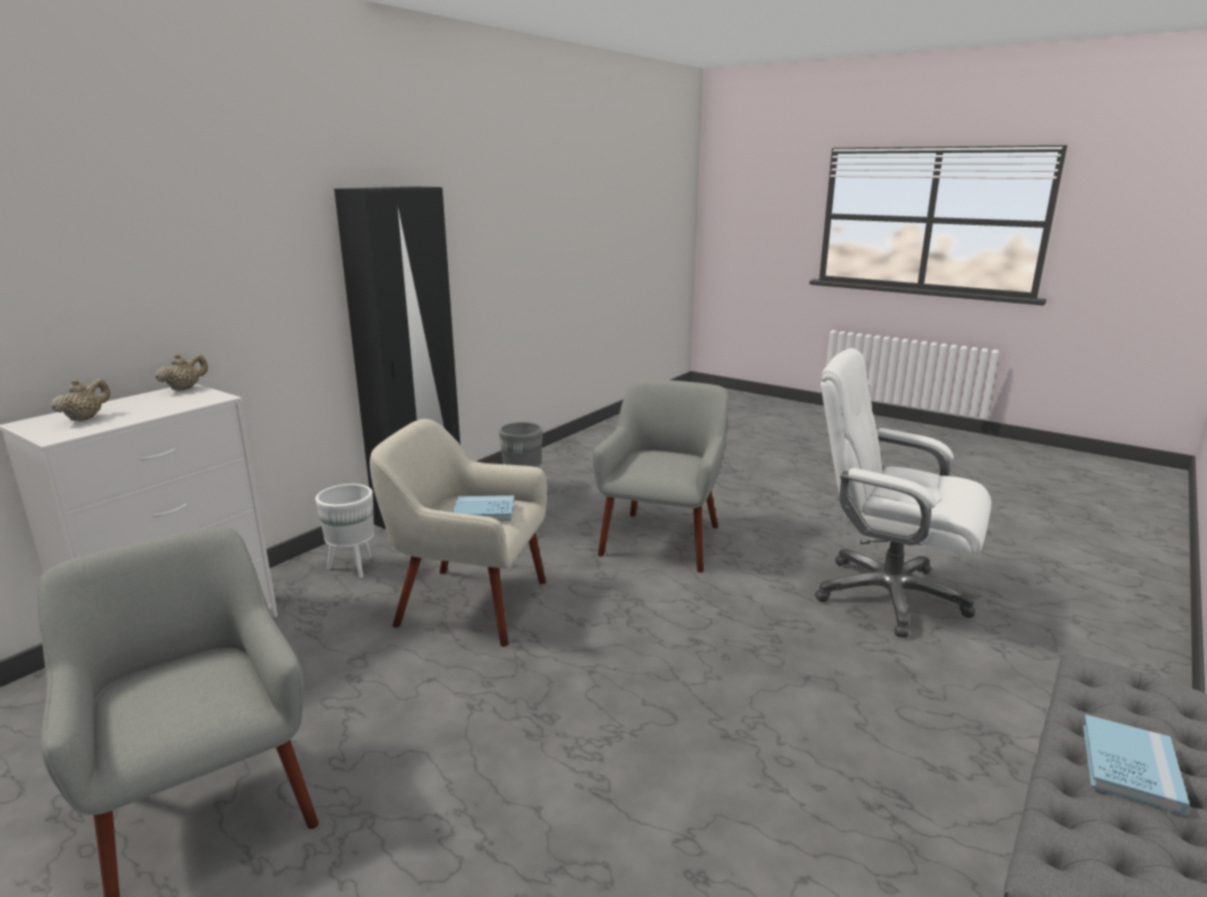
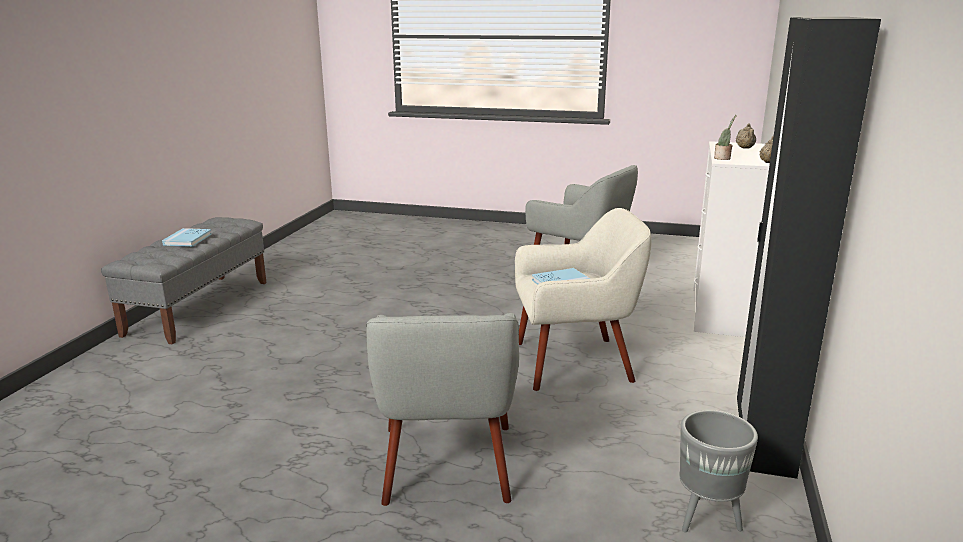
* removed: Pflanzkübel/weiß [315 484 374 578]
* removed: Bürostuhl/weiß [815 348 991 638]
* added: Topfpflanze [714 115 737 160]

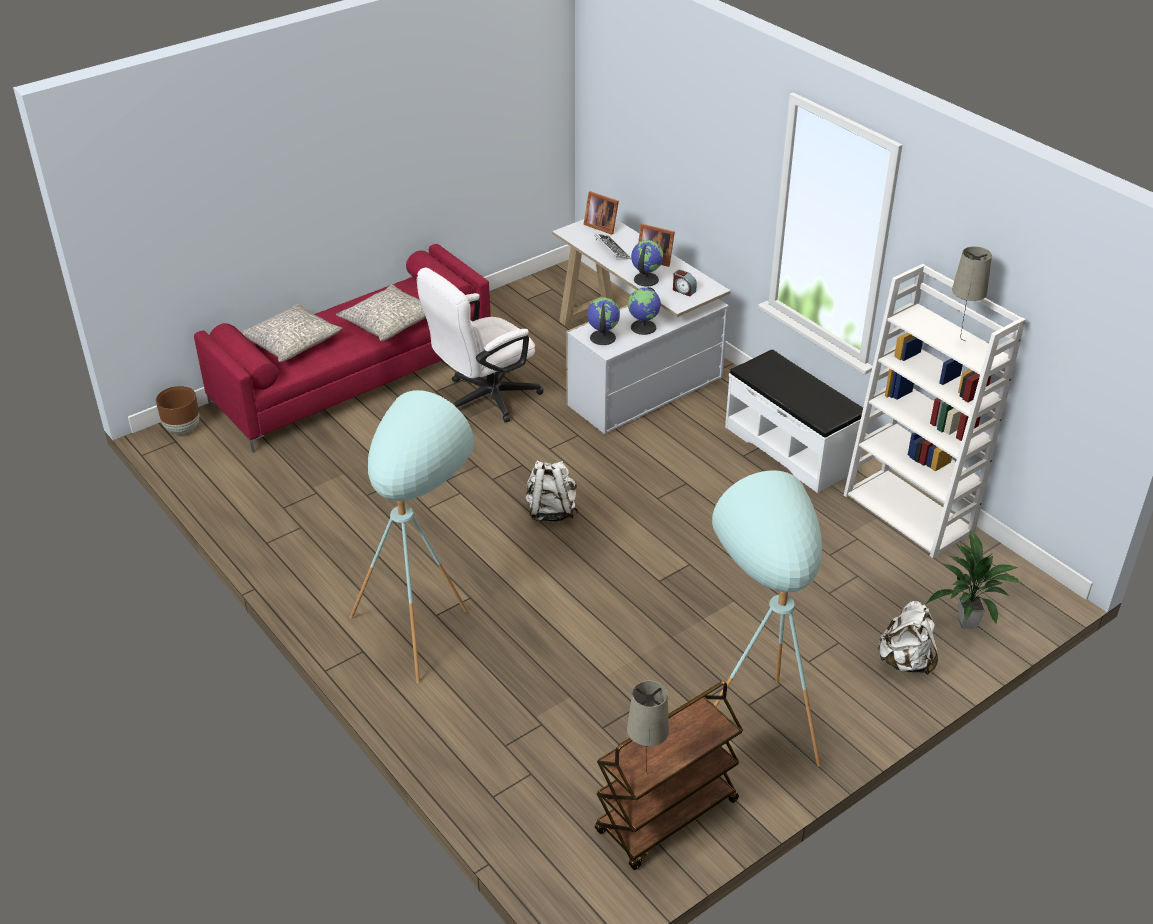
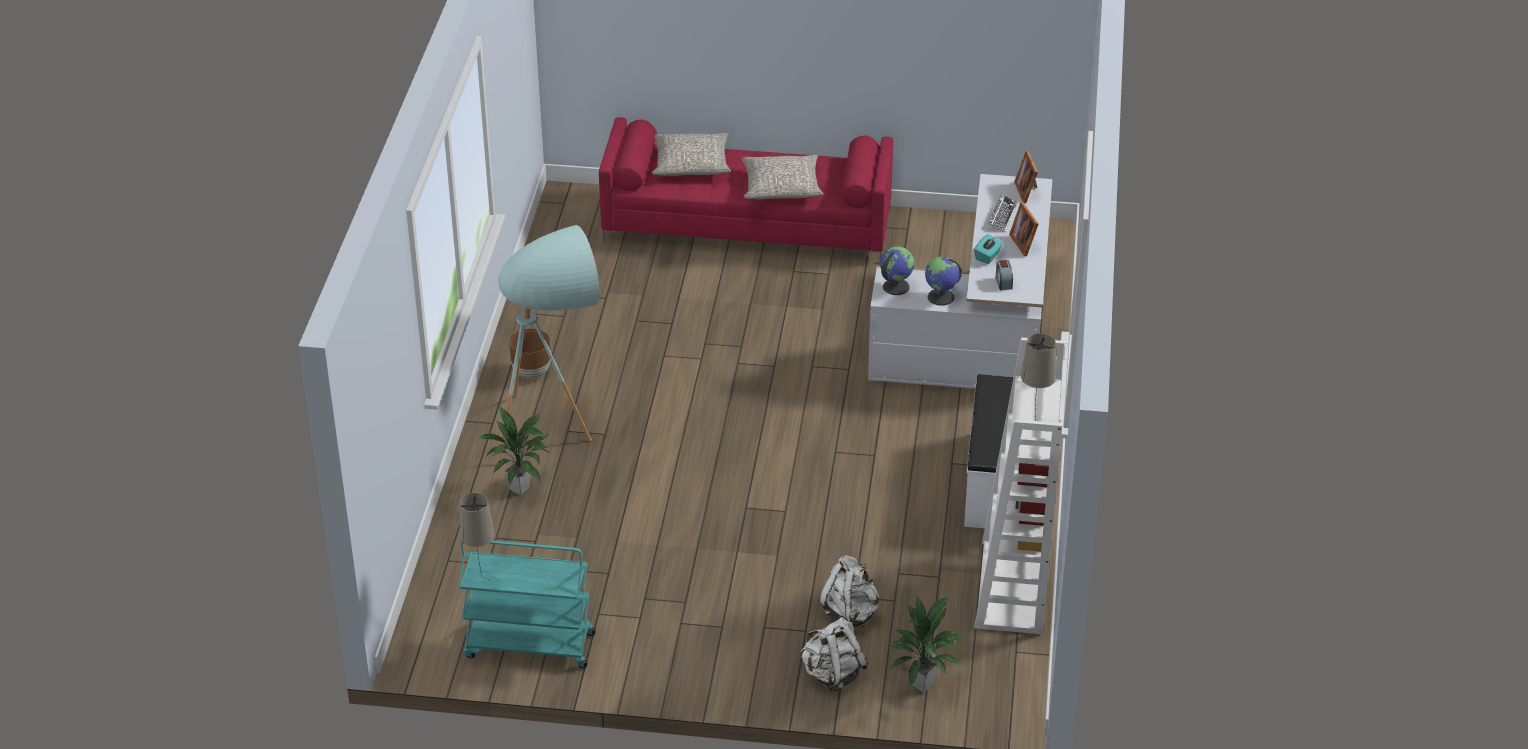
* moved: Pflanzkübel/braun [156 386 199 434] to [509 328 551 379]
* removed: Bürostuhl/weiß [417 268 543 422]
* moved: Rucksack/weiß [525 461 578 522] to [819 555 879 629]
* recoloured: Rollwagen/braun [595 681 743 870] to Rollwagen/türkis [459 541 596 668]
* replaced: Globus [631 240 663 287] to Taschentuchbox/türkis [974 234 1003 264]
* removed: Stehlampe/türkis [712 471 822 767]
* added: Topfpflanze [476 405 550 495]

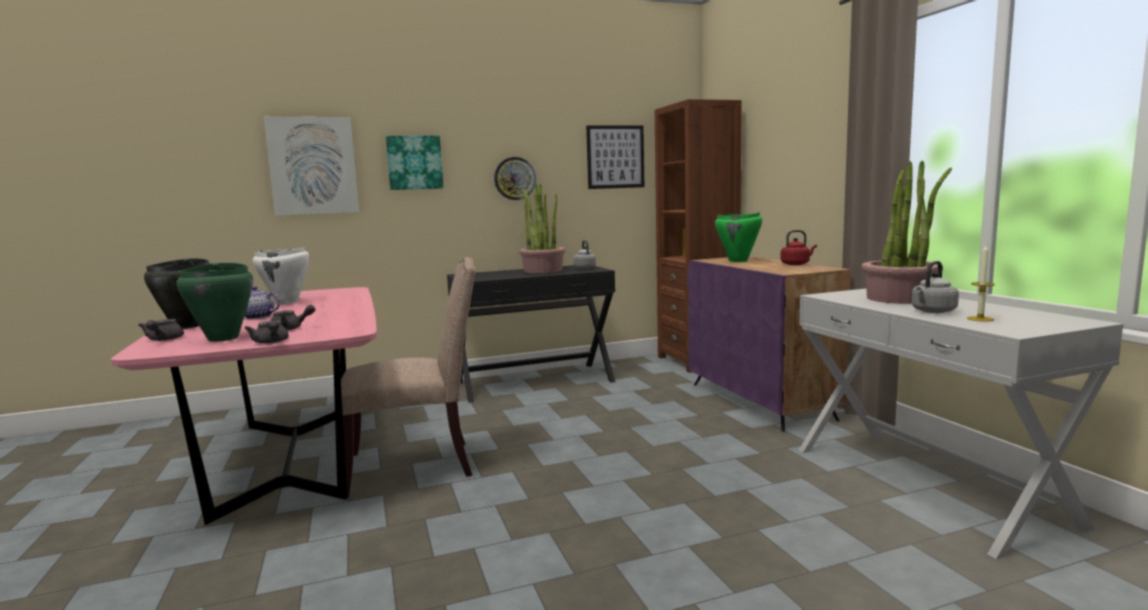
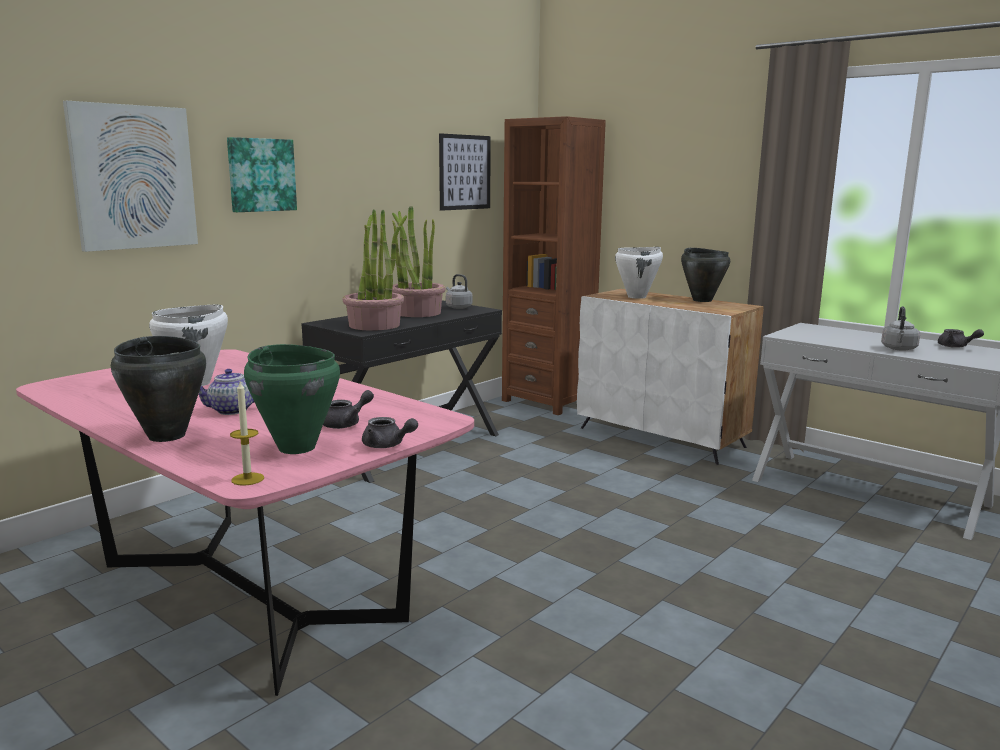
* moved: Teekanne/grau [138 319 184 341] to [938 329 984 348]
* removed: Stuhl/beige [341 257 476 498]
* removed: Wanduhr [494 157 536 200]
* recoloured: Schrank/lila [688 256 851 432] to Schrank/weiß [577 289 764 465]
* recoloured: Kochtopf/grün [715 212 762 262] to Kochtopf/weiß [615 247 663 299]
* replaced: Wasserkessel/rot [781 230 817 265] to Kochtopf/schwarz [681 248 730 302]
* moved: Topfpflanze [862 161 952 304] to [343 210 407 331]
* moved: Kerze [967 245 995 322] to [230 382 264 485]

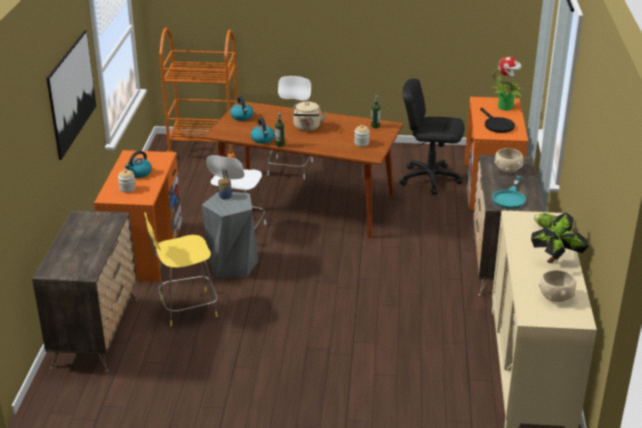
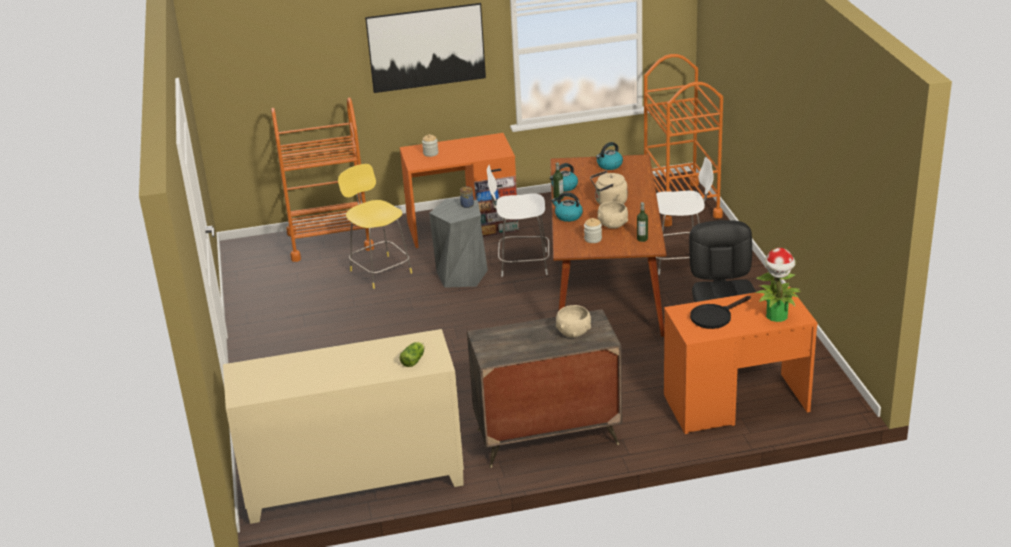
* replaced: Kommode [32 210 137 372] to Rollwagen/orange [271 97 374 262]
* moved: Wasserkessel [125 151 152 178] to [551 192 583 222]
* removed: Pfanne/türkis [492 176 526 209]
* removed: Topfpflanze [531 212 589 263]
* moved: Schüssel/beige [539 270 576 302] to [598 201 628 229]

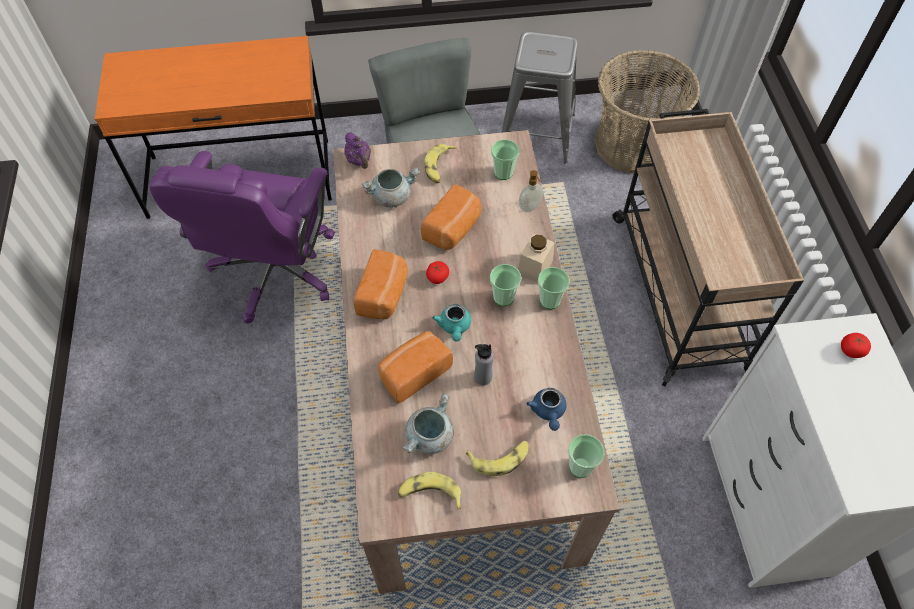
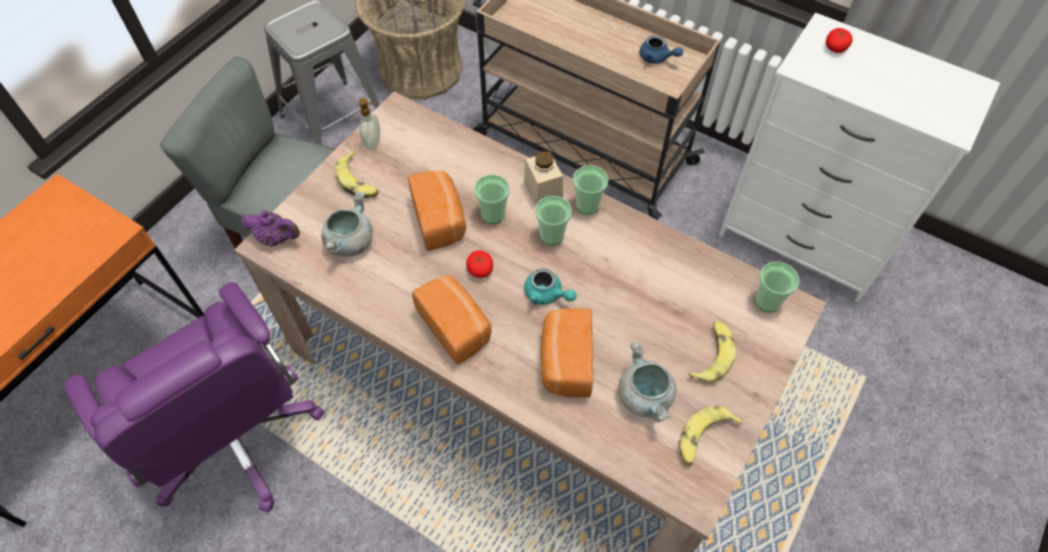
* removed: Flasche/grau [474 344 494 385]
* moved: Tasse [491 140 519 180] to [474 174 510 224]
* moved: Seifenspender [519 170 543 212] to [359 98 380 150]
* moved: Teekanne/blau [526 388 566 431] to [639 35 683 64]

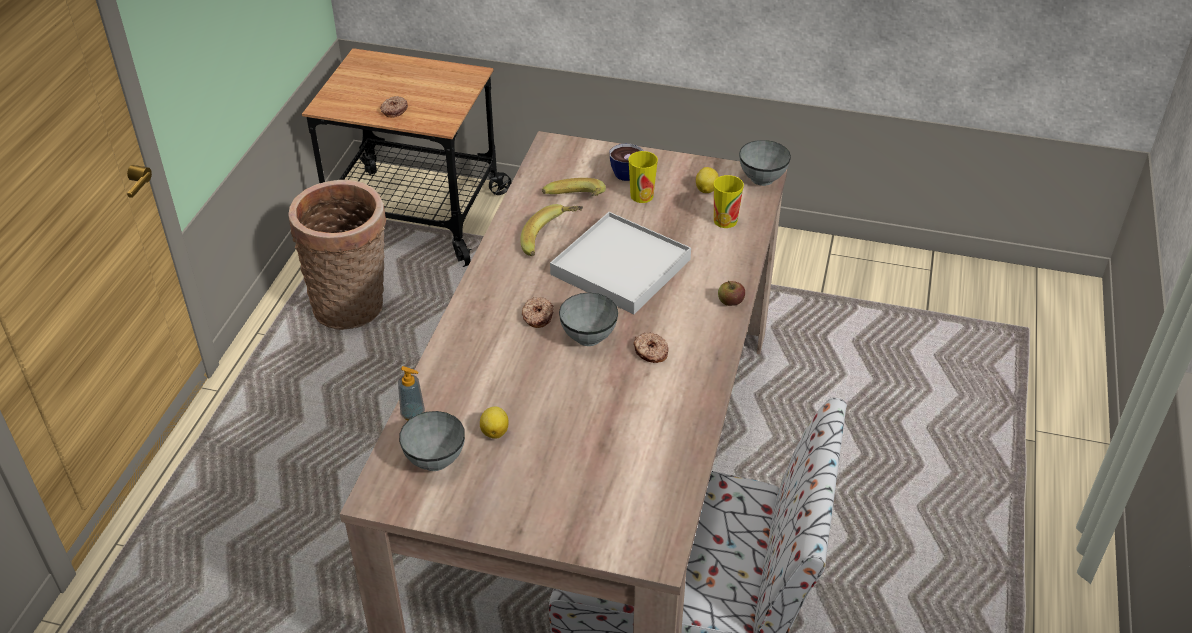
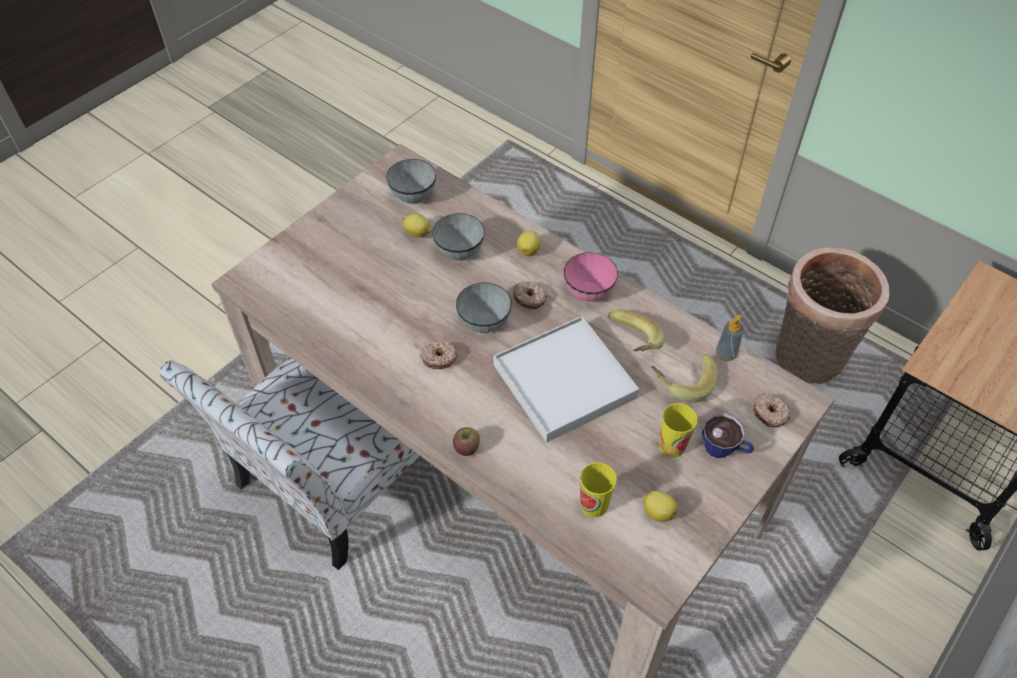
* moved: Donut [380 96 408 117] to [753 393 791 427]
* moved: Seifenspender [398 366 425 421] to [716 315 744 361]
* moved: Schüssel/grau [739 140 791 186] to [432 213 485 261]
* added: Zitrone [517 230 541 256]
* added: Schüssel/rosa [564 252 618 302]

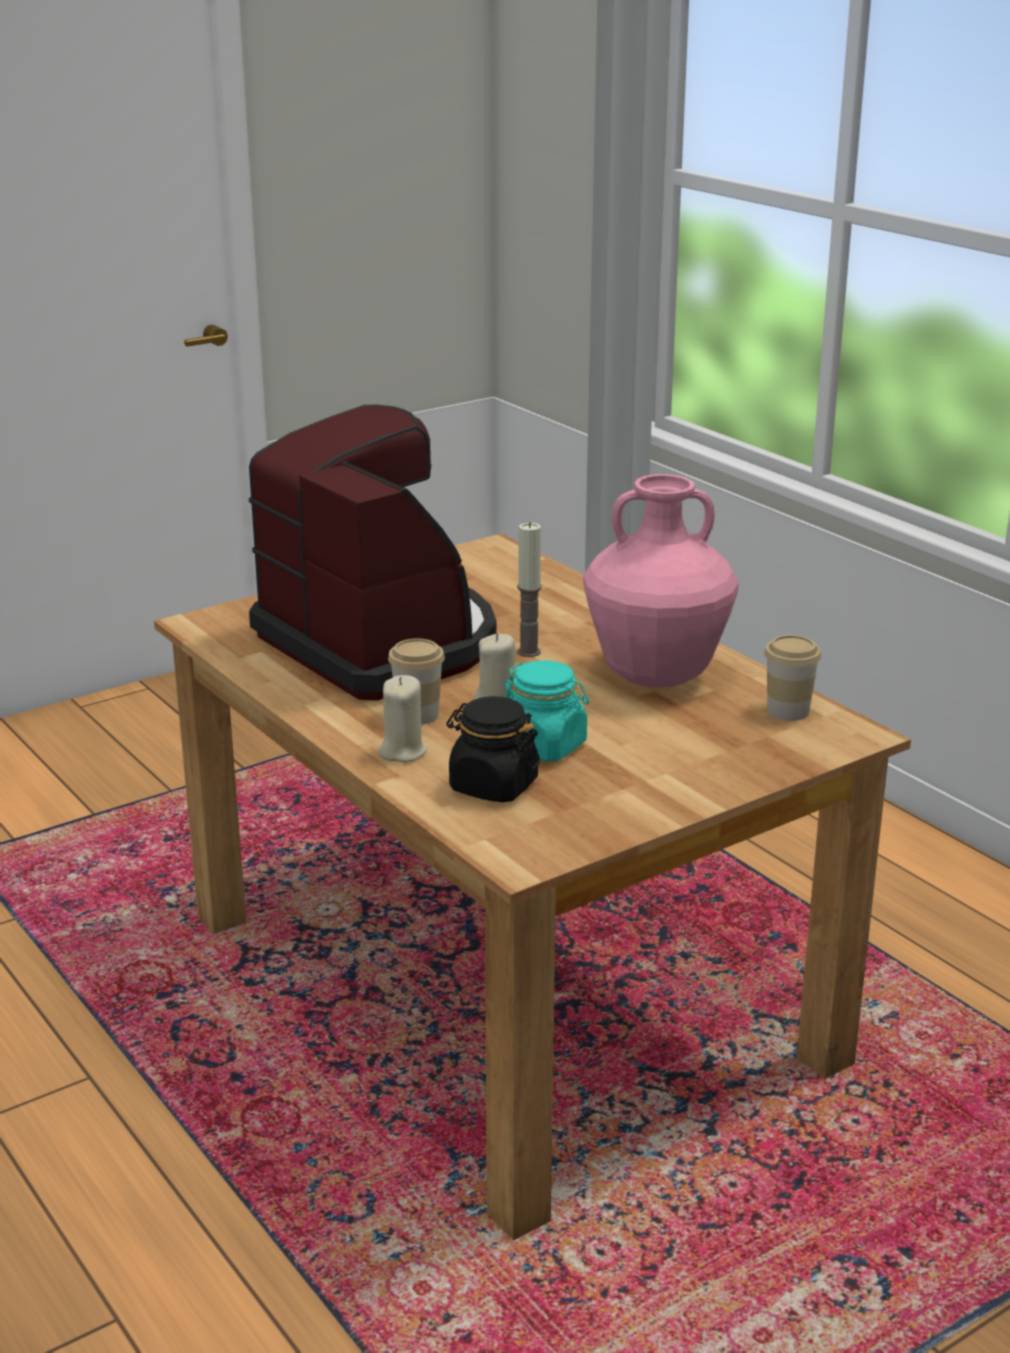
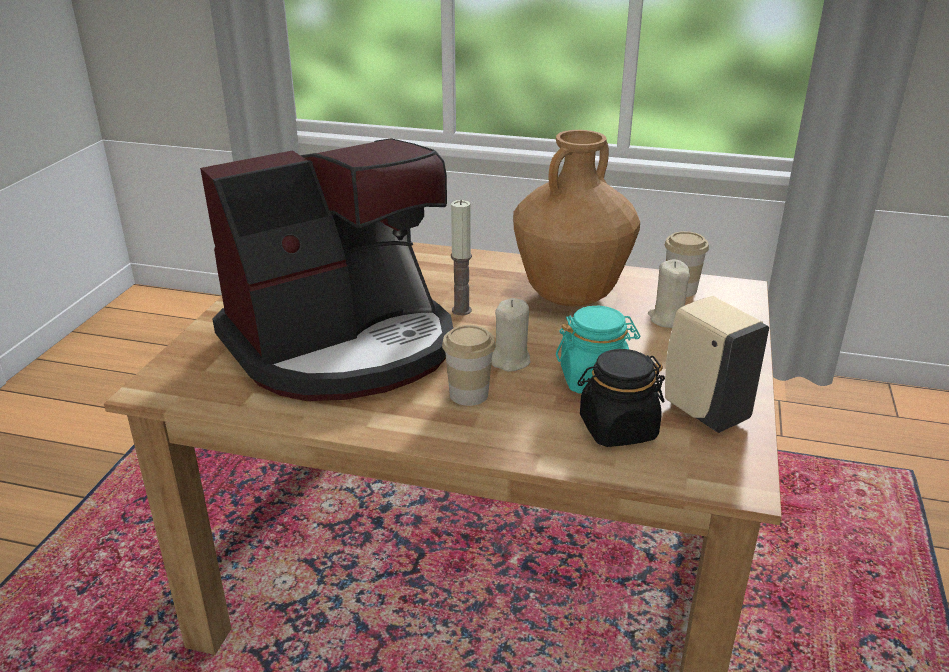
* turned: Kaffeemaschine [249 404 497 701] = [200 138 453 401] 135 degrees clockwise
* moved: Kerze/beige [378 675 427 762] to [648 260 690 328]
* recoloured: Vase/rosa [583 474 739 688] to Vase/braun [513 130 640 306]
* added: Seifenspender/beige [665 296 769 433]

